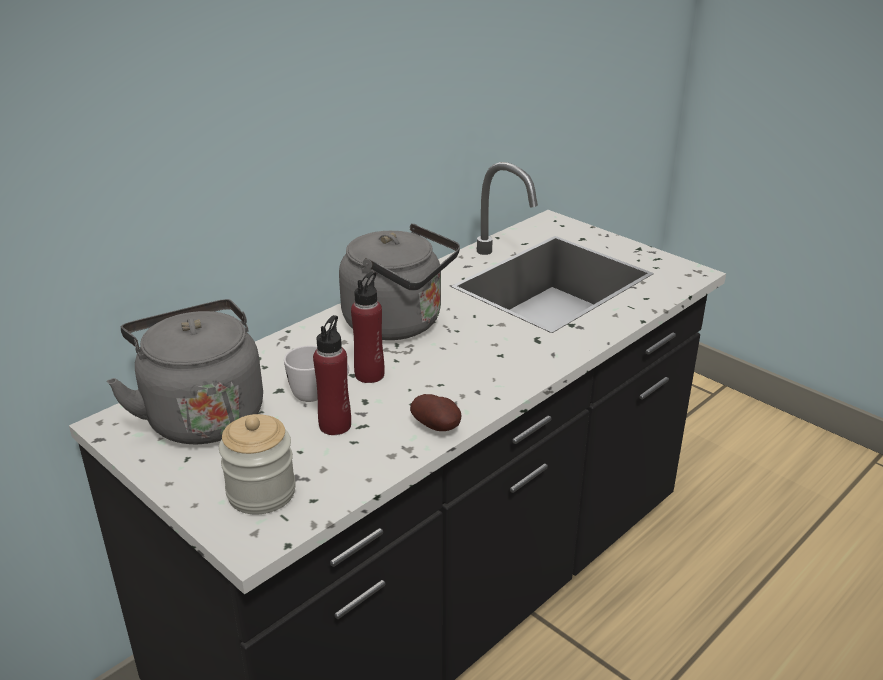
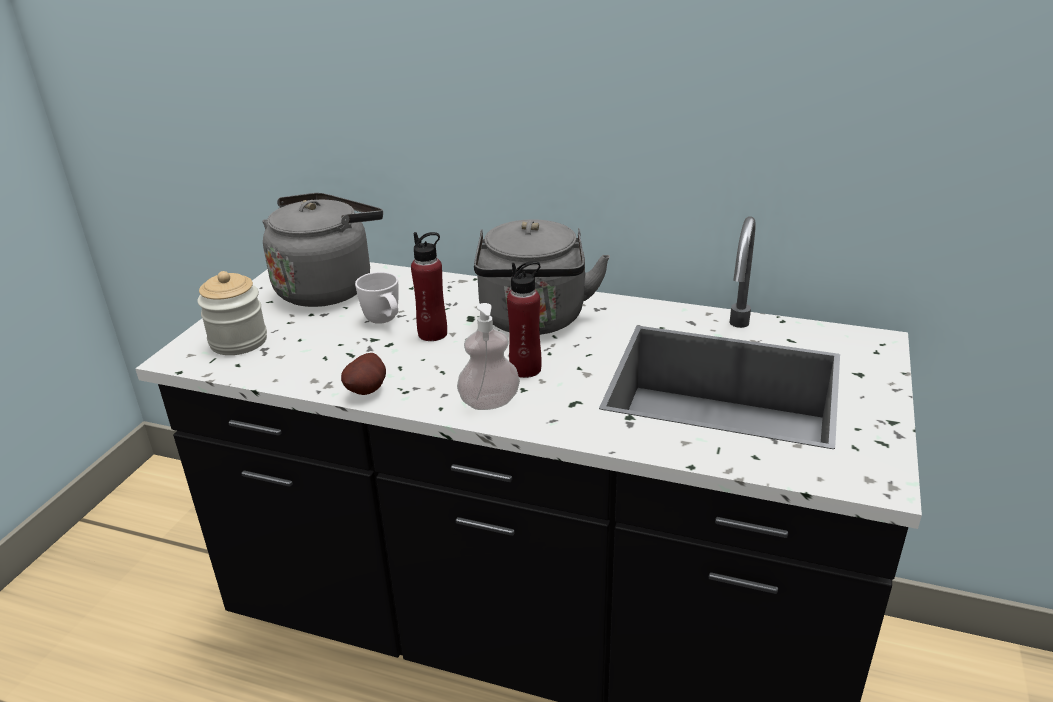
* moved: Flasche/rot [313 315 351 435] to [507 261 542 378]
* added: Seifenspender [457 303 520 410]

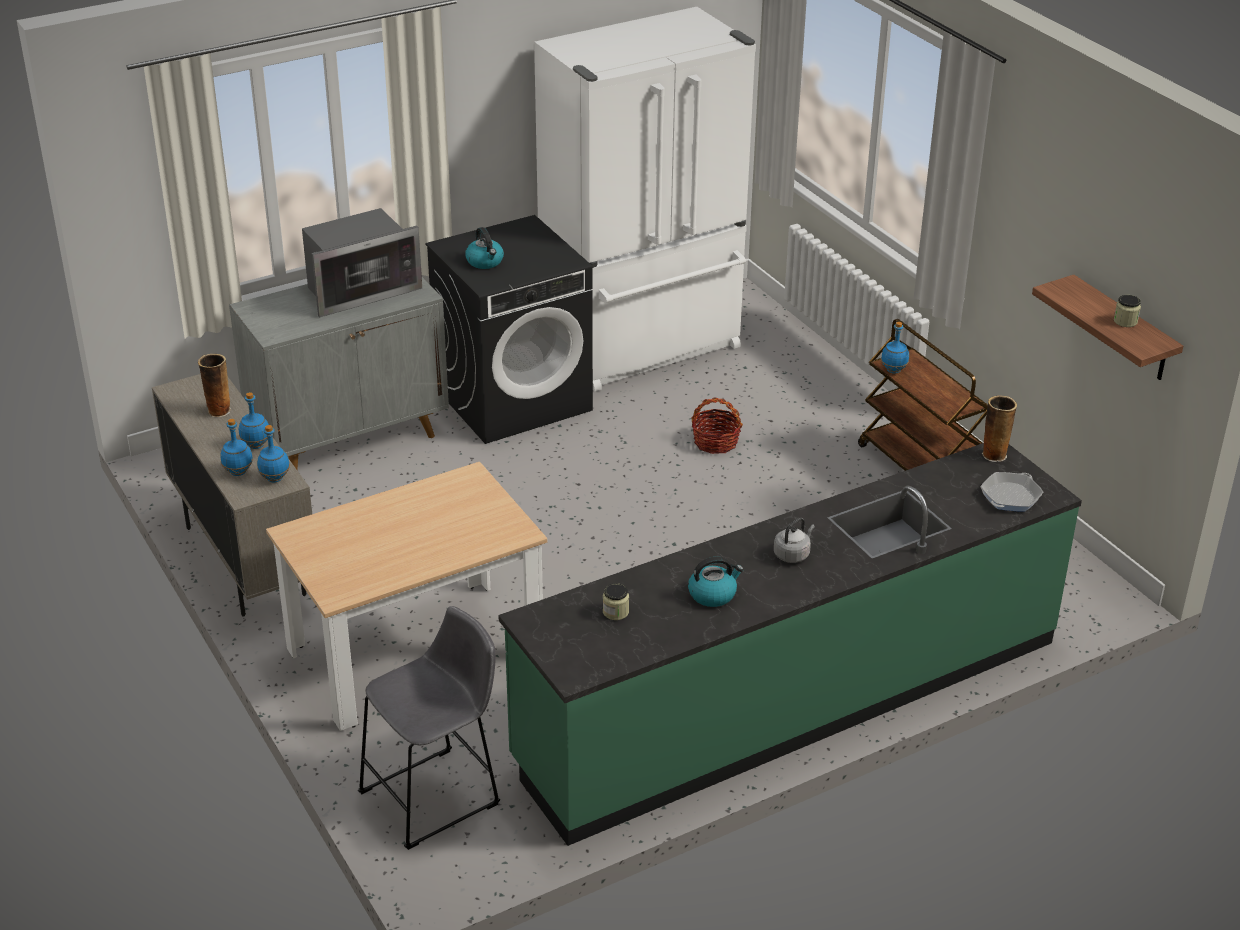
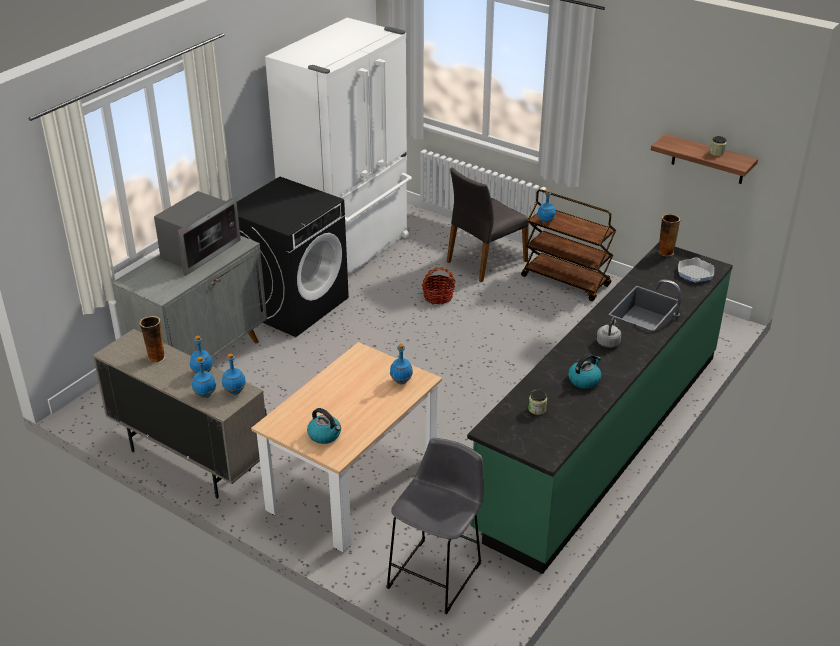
* moved: Wasserkessel [465 227 504 269] to [307 408 341 444]
* added: Flasche/blau [390 344 413 384]
* added: Stuhl/grau [447 167 529 282]

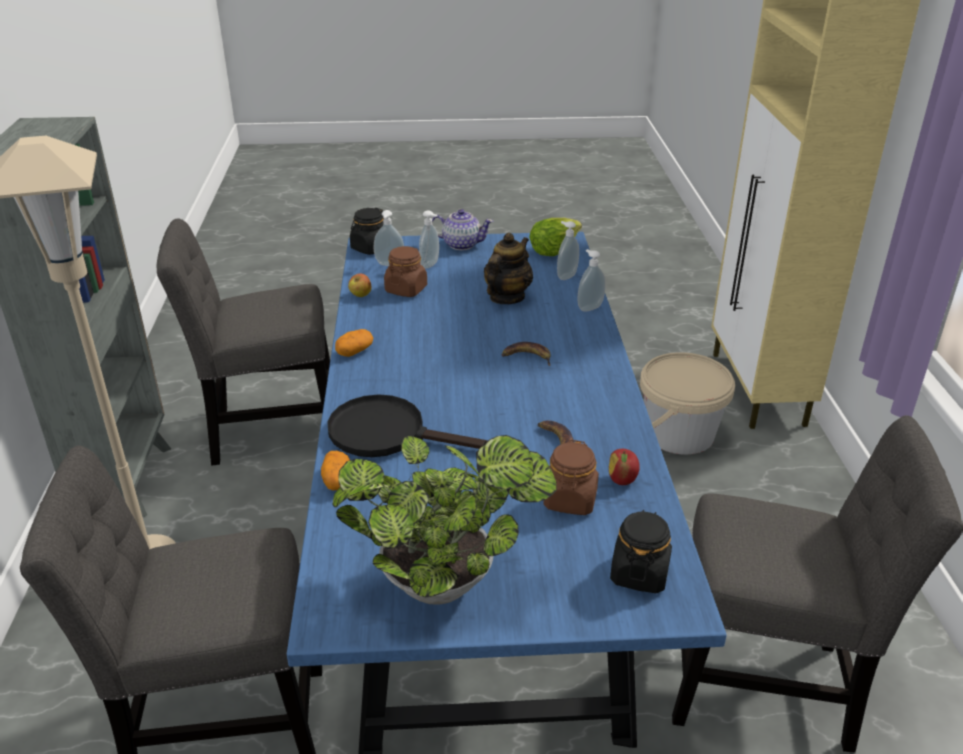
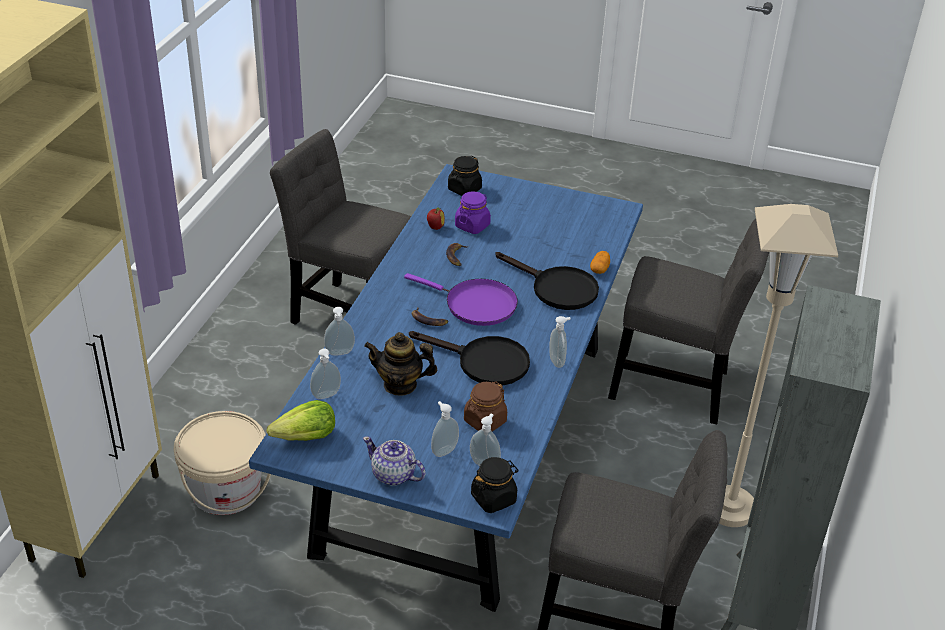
* removed: Topfpflanze [332 435 557 605]
* replaced: Kartoffel [335 329 373 357] to Seifenspender [549 316 571 368]
* removed: Apfel [348 273 372 297]
* turned: Teekanne [484 233 533 304] = [364 332 437 396] 45 degrees clockwise
* recoloured: Vorratsglas/braun [544 440 599 515] to Vorratsglas/lila [455 191 491 234]
* added: Pfanne/lila [404 273 518 326]
* added: Pfanne/schwarz [409 331 530 386]

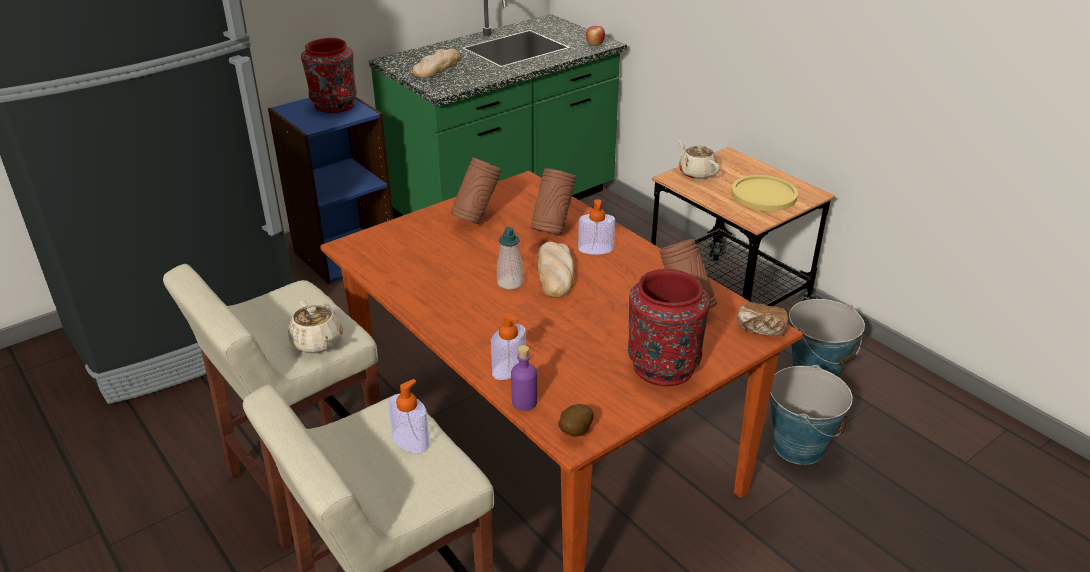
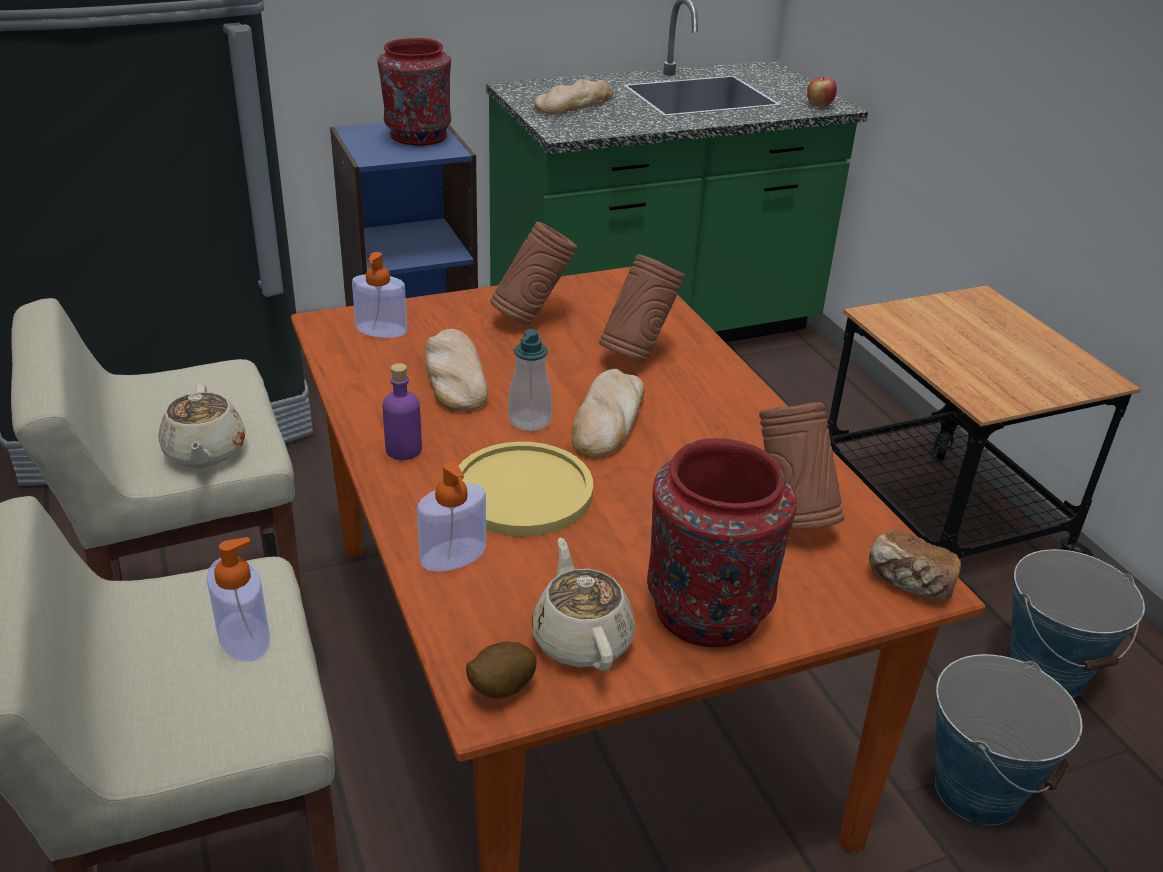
* moved: Flasche/lila [511 345 537 411] to [382 363 422 460]
* moved: Seifenspender [578 199 615 255] to [352 252 407 338]
* moved: Teekanne/beige [678 140 720 179] to [532 538 635 671]
* moved: Teller/gelb [731 175 798 211] to [459 442 593 537]
* added: Brot [425 329 488 412]

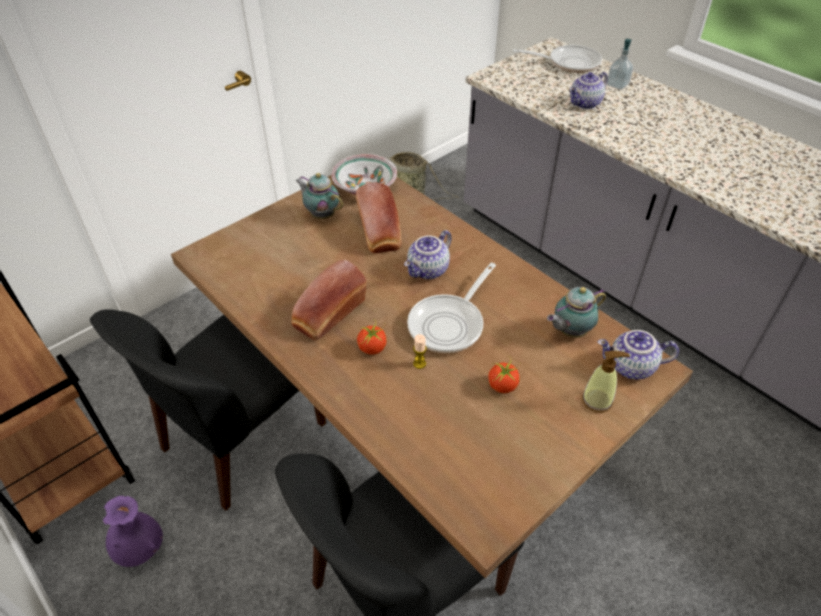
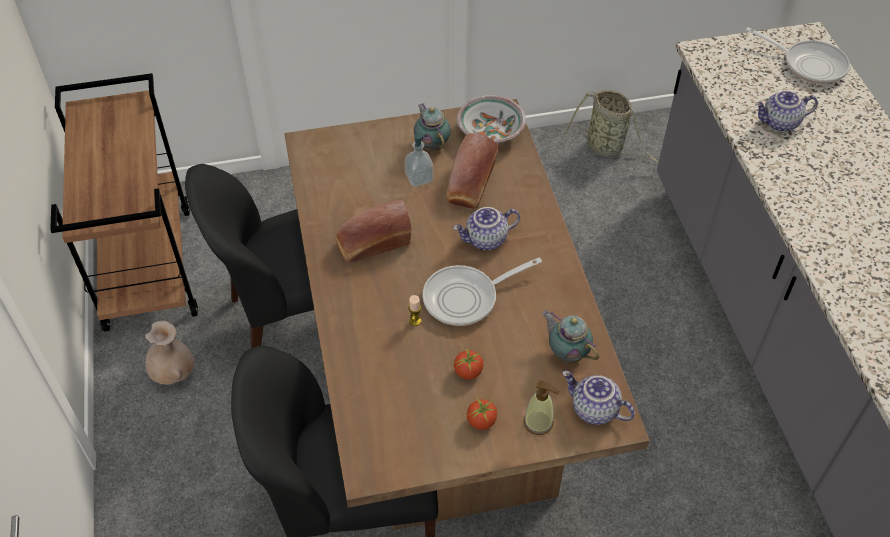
* recoloured: Vase/lila [103 496 163 567] to Vase/beige [145 321 194 385]
* moved: Tomate [357 319 387 355] to [467 395 497 430]
* turned: Teekanne [547 287 606 338] = [542 311 599 364] 45 degrees clockwise
* moved: Seifenspender [607 39 634 90] to [405 134 433 187]

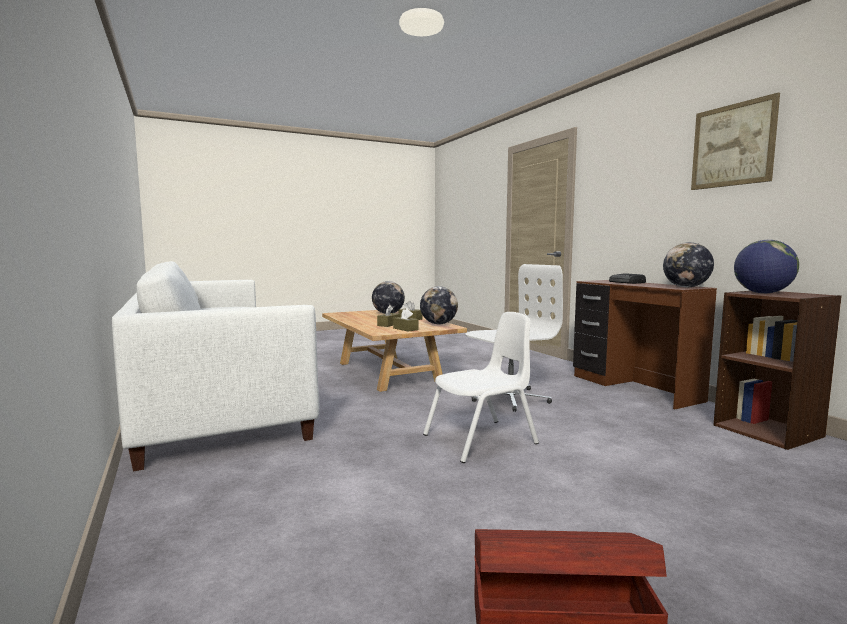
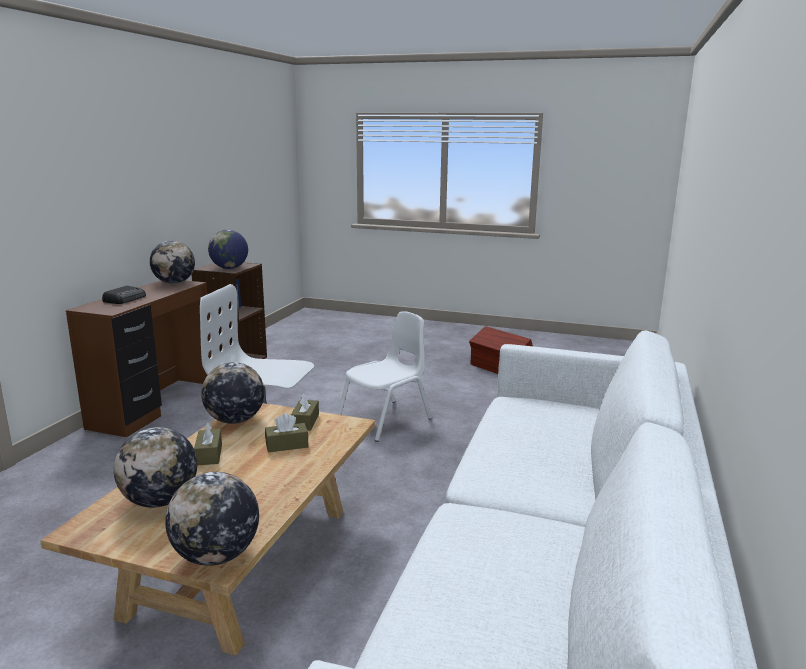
* turned: Stuhl/weiß [423 312 539 463] = [337 311 432 442] 120 degrees clockwise
* removed: Bild [691 92 780 190]
* added: Globus [165 472 259 566]

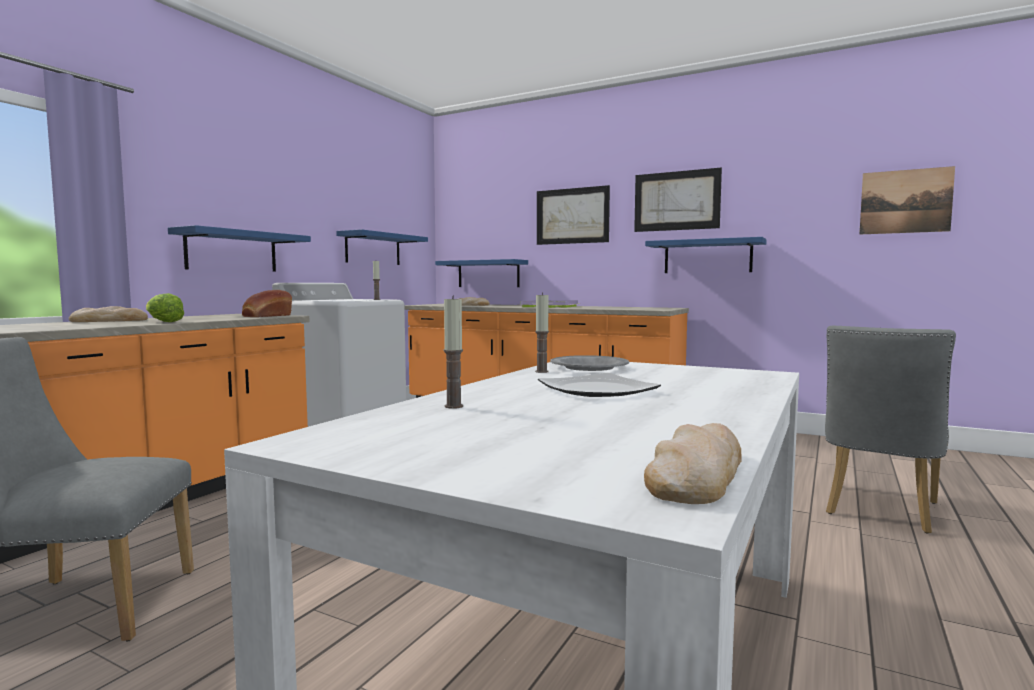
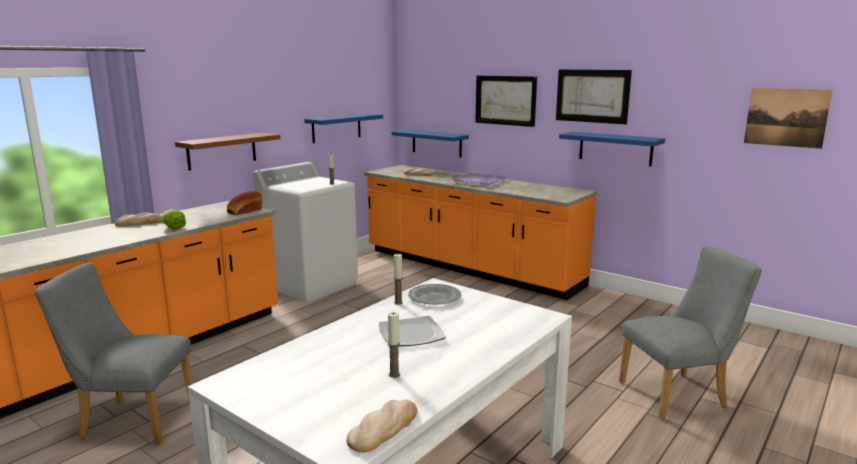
* recoloured: Wandregal/blau [168 225 311 272] to Wandregal/braun [175 133 280 170]
* moved: Kerze [444 296 463 409] to [388 312 400 378]
* turned: Stuhl/grau [825 326 956 534] = [619 246 762 419] 150 degrees counterclockwise

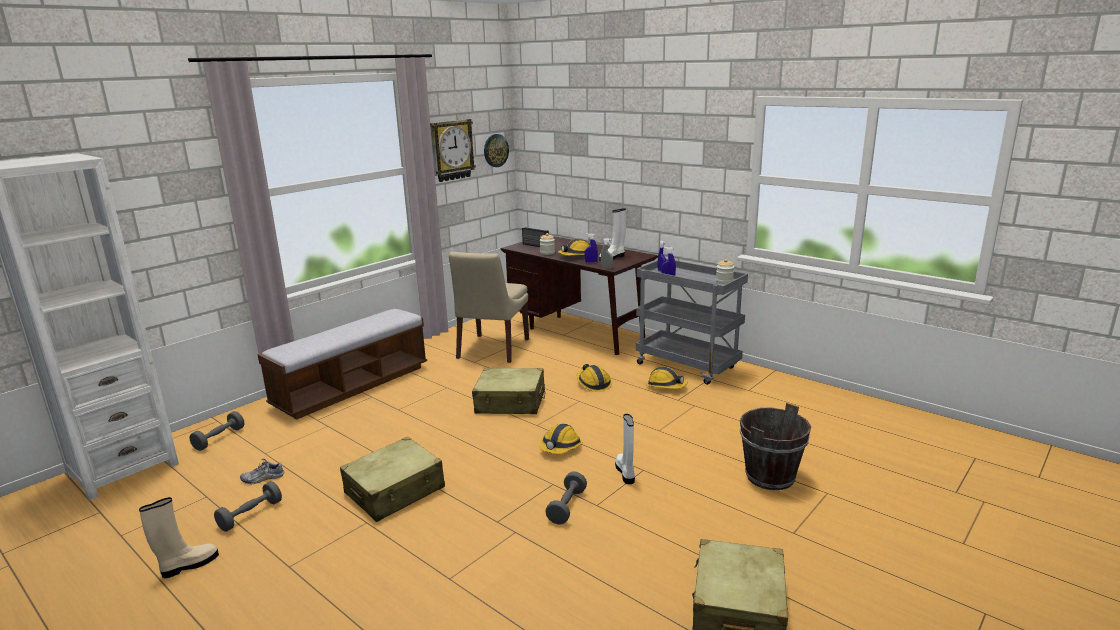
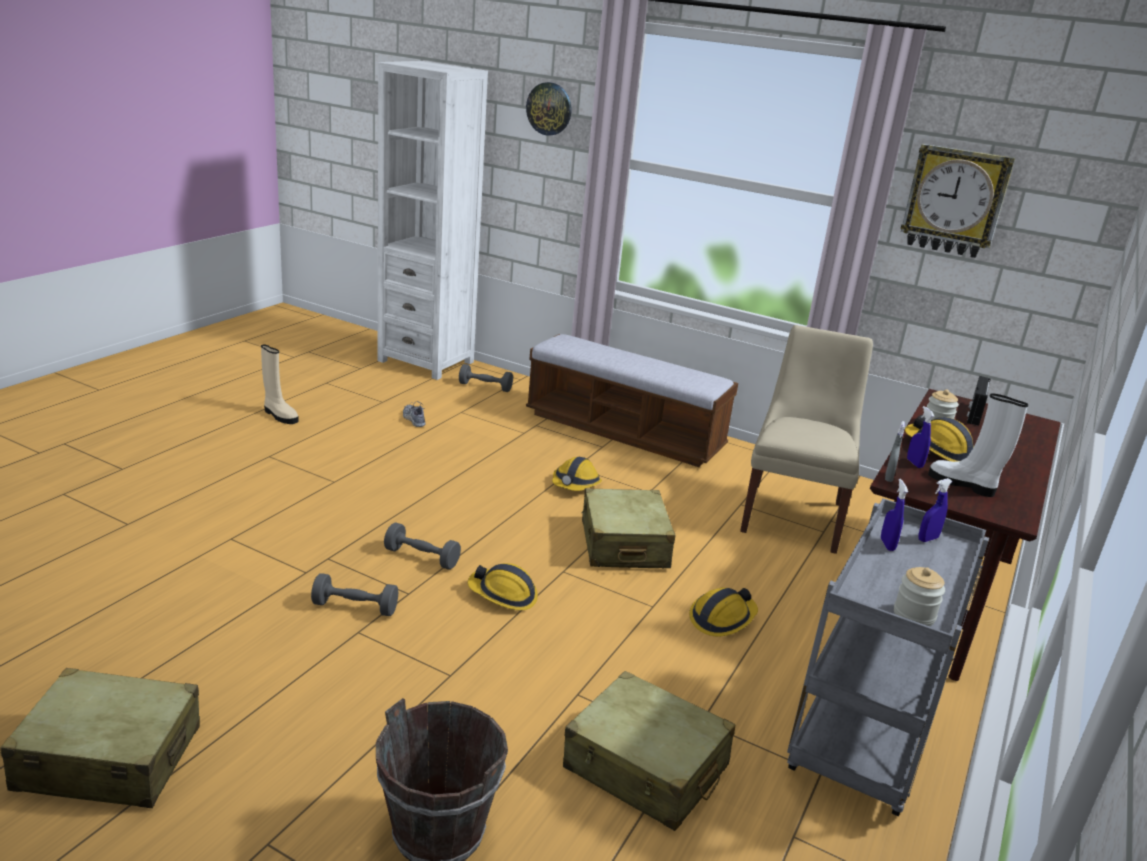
* moved: Hantel/grau [214 481 282 532] to [384 522 461 570]
* moved: Koffer/beige [340 437 445 522] to [563 671 735 831]
* turned: Stuhl/beige [449 252 529 363] = [740 325 873 554] 105 degrees clockwise
* moved: Wanduhr [484 134 509 167] to [526 82 571 136]
* removed: Stiefel/weiß [615 414 635 484]
* moved: Schutzhelm [646 367 688 389] to [552 457 602 491]

